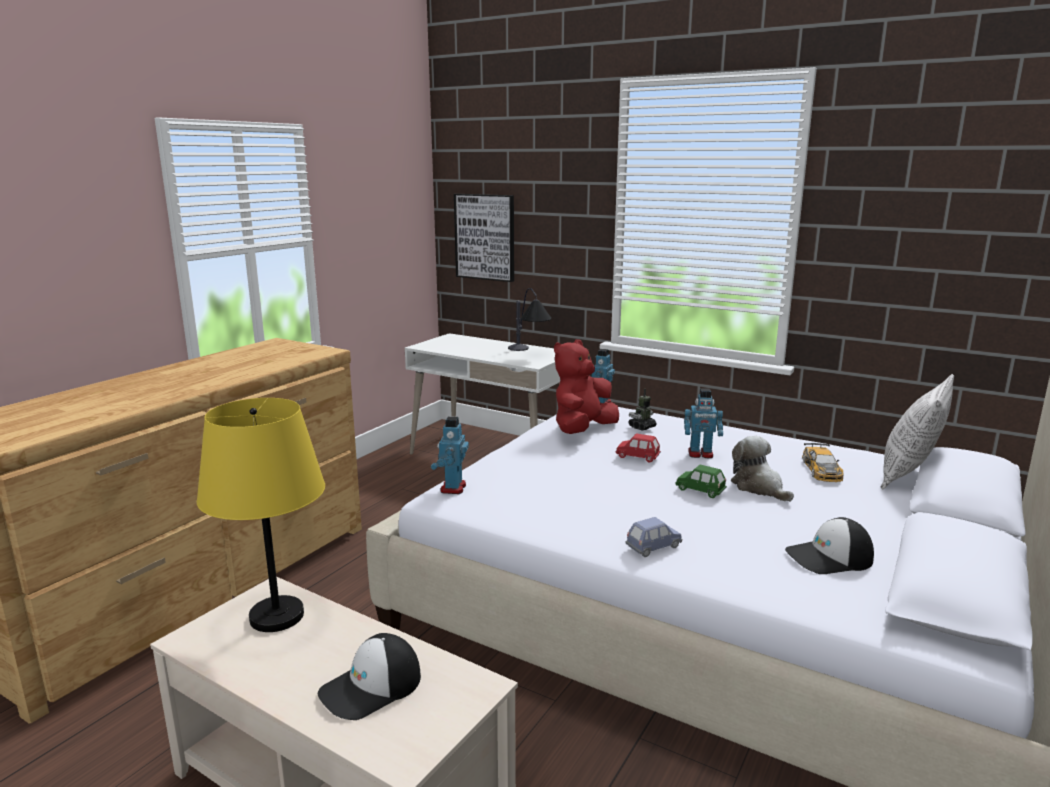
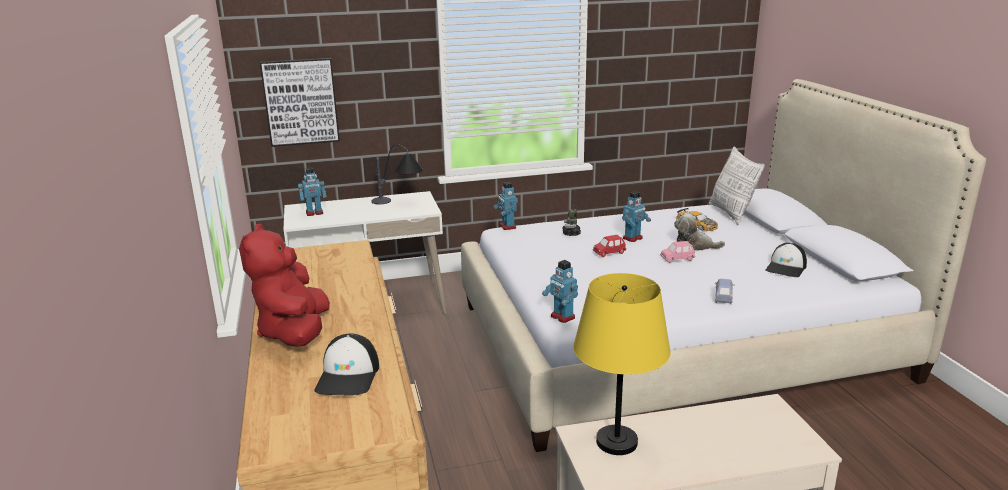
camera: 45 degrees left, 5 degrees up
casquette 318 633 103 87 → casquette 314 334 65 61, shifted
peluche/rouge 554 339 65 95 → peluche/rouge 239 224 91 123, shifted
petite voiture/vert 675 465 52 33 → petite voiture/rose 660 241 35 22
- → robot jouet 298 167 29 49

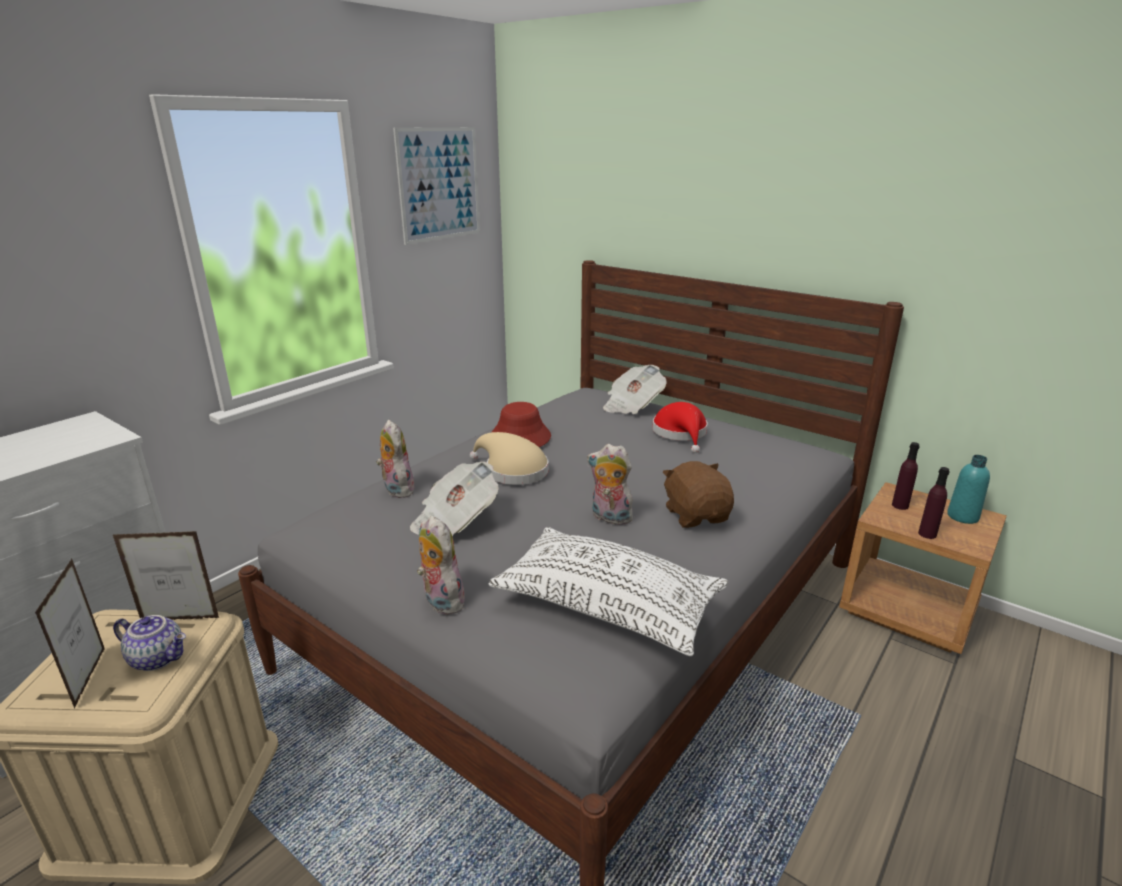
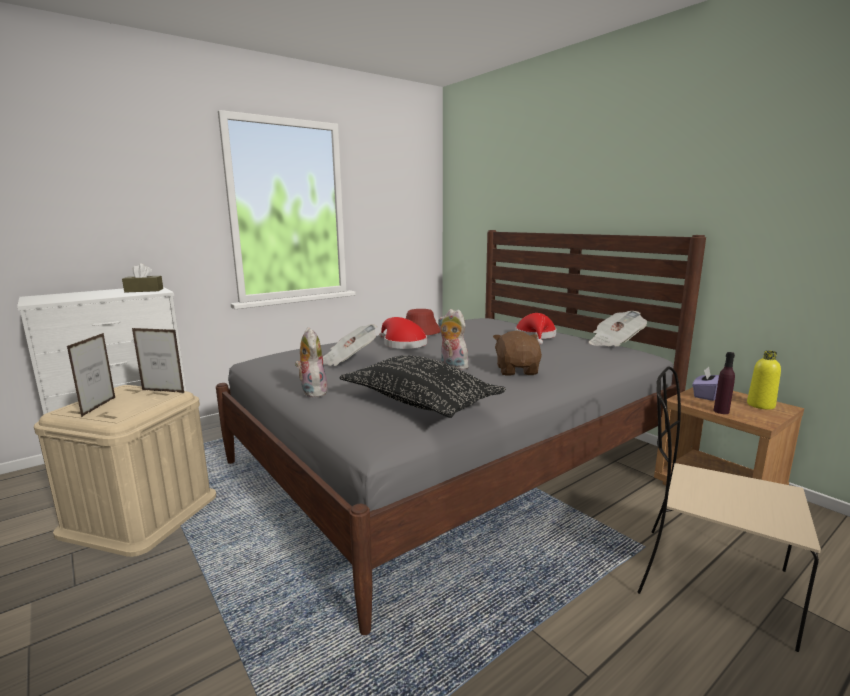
camera: 15 degrees right, 10 degrees down
théière 113 615 73 56 → -
peluche 376 420 38 78 → -
tableau 393 127 87 118 → -
chapeau/beige 470 432 79 53 → chapeau/rouge 379 317 48 32
coussin/blanc 489 527 239 129 → coussin/noir 340 355 166 63
journal 603 365 64 49 → journal 589 311 58 36, shifted
bouteille/violet 892 442 28 68 → boîte à mouchoirs/violet 692 367 27 34
bouteille/turquoise 947 455 43 69 → bouteille/jaune 747 351 34 58
- → boîte à mouchoirs/marron 122 264 41 28
- → chaise/beige 638 366 183 286

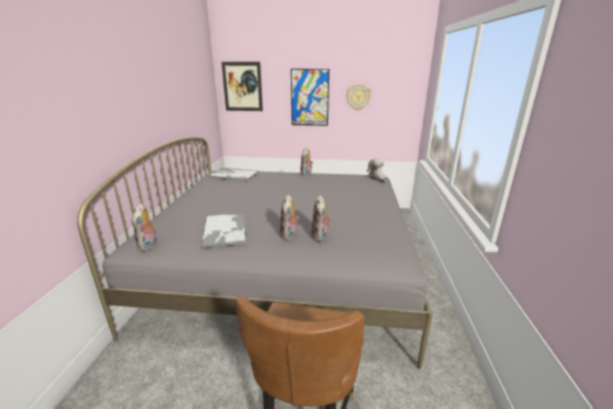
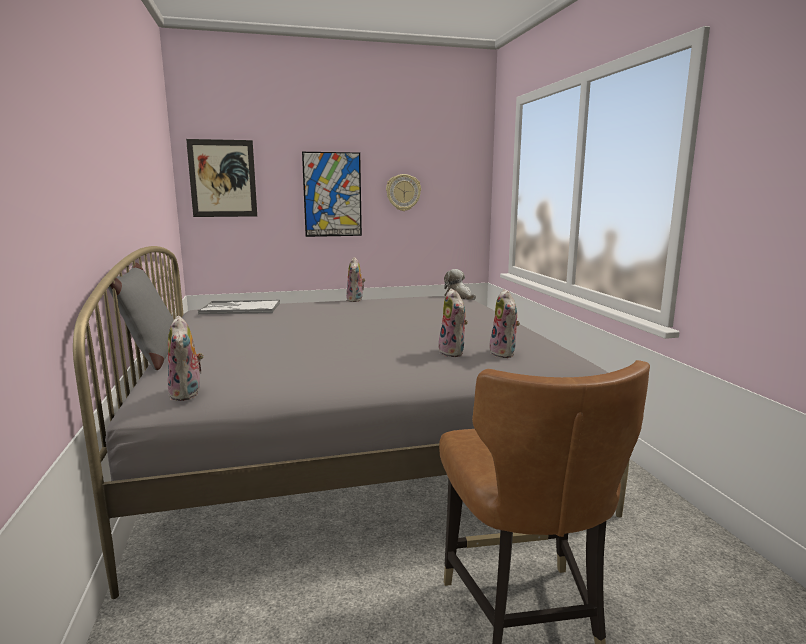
camera: 20 degrees left, 10 degrees down
plateau 200 213 47 35 → -
peluche 280 194 19 46 → peluche 490 289 30 69, shifted
- → coussin/gris 108 263 66 107

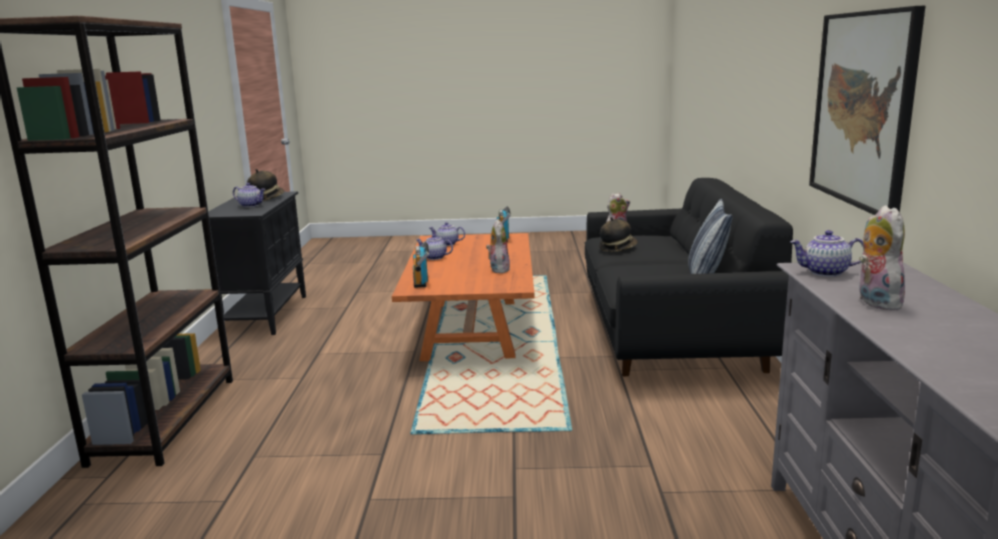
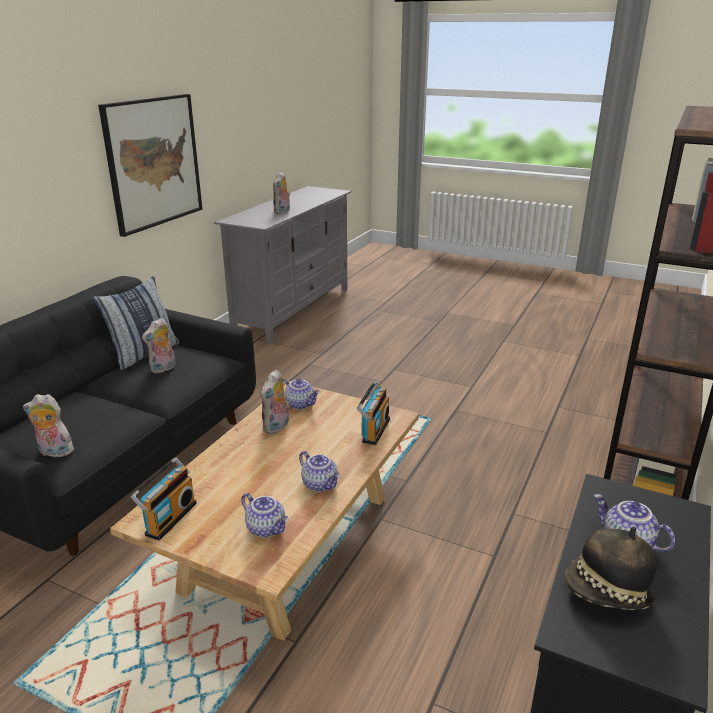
camera: 155 degrees left, 10 degrees up
table basse/orange 392 233 142 128 → table basse/beige 110 381 309 260
chapeau 599 217 38 35 → -
théière 790 230 74 47 → théière 283 379 37 31, shifted
- → peluche 142 318 34 56

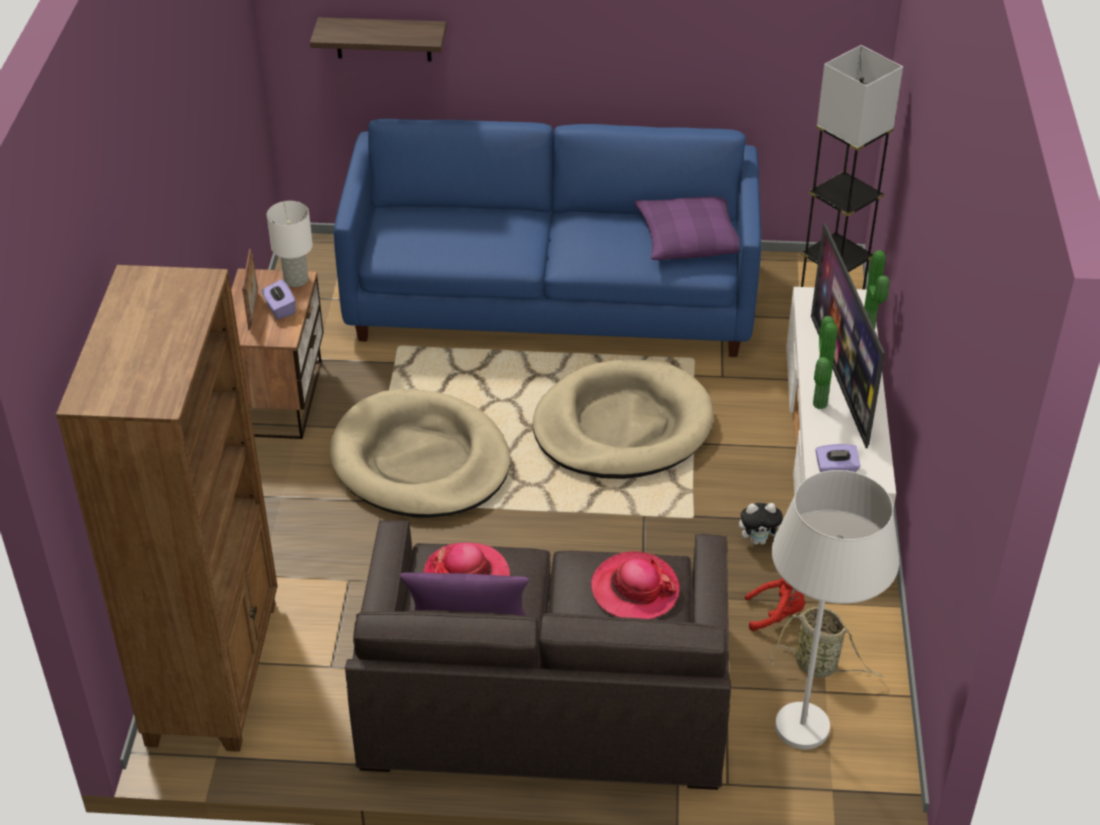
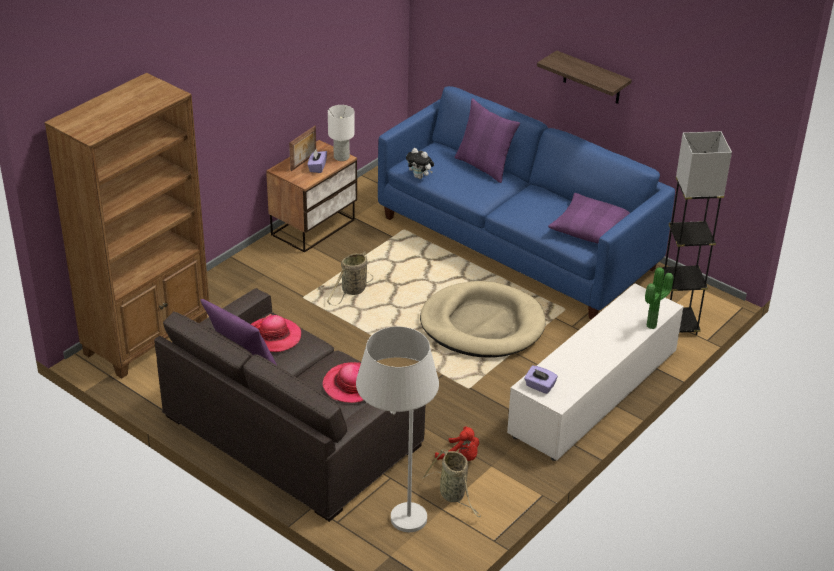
camera: 35 degrees right, 5 degrees down
étagère 310 17 137 44 → étagère 537 51 95 53, shifted
panier pour chien/beige 330 389 181 129 → panier 327 251 46 55
peluche 739 503 44 42 → peluche 406 148 28 31, shifted
téléviseur 811 223 74 225 → -
plante en pot 813 316 24 93 → -
- → coussin/violet 455 98 65 85

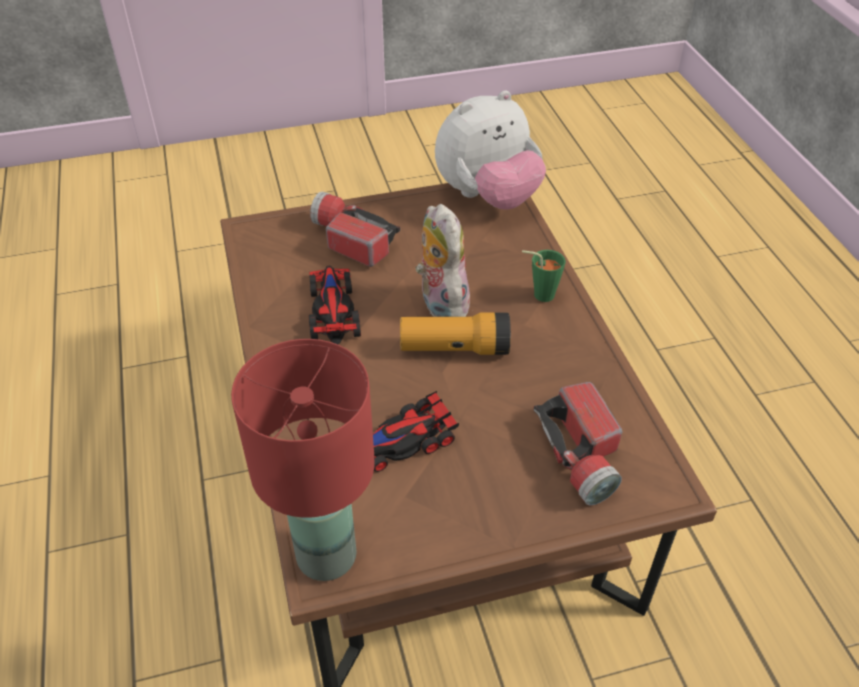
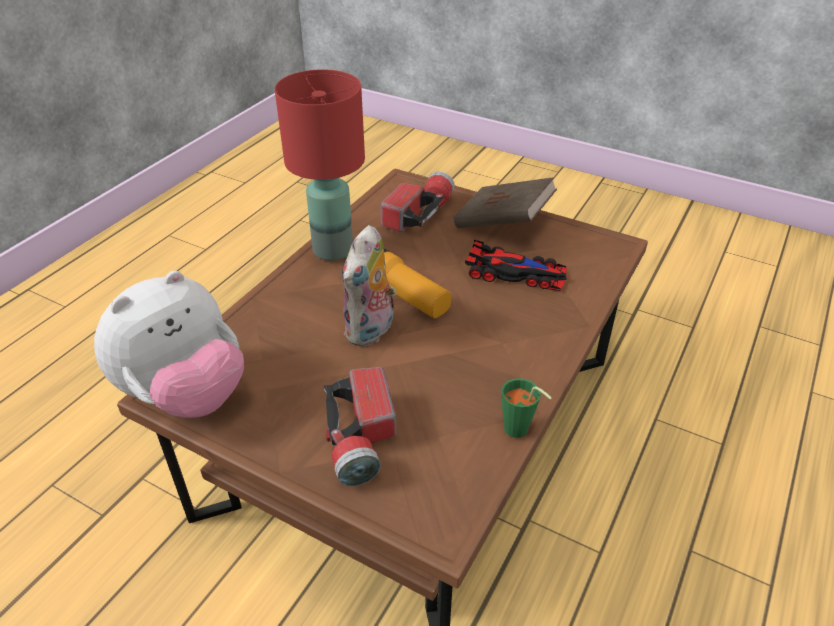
camera: 135 degrees left, 5 degrees down
lampe de table/rouge 231 339 144 242 → lampe de table/rouge 275 69 90 192, shifted
petite voiture 309 266 52 78 → -
peluche 435 91 111 119 → peluche 94 271 150 147, 120 degrees clockwise
tasse/vert 522 250 44 52 → tasse/vert 501 378 51 60, shifted
- → livre/marron 454 177 103 51

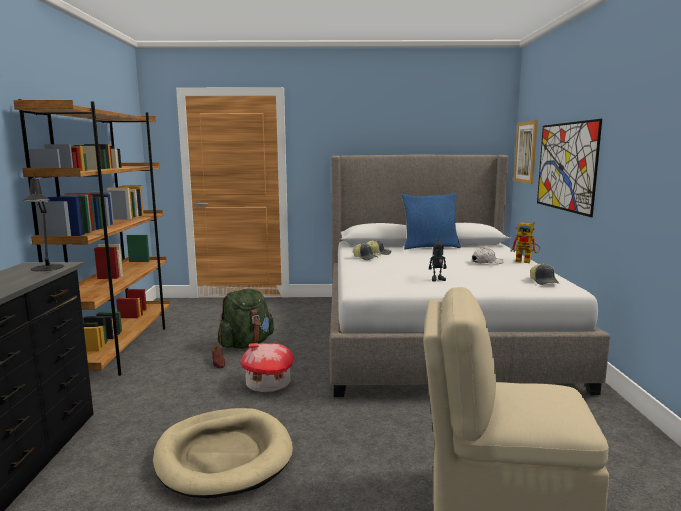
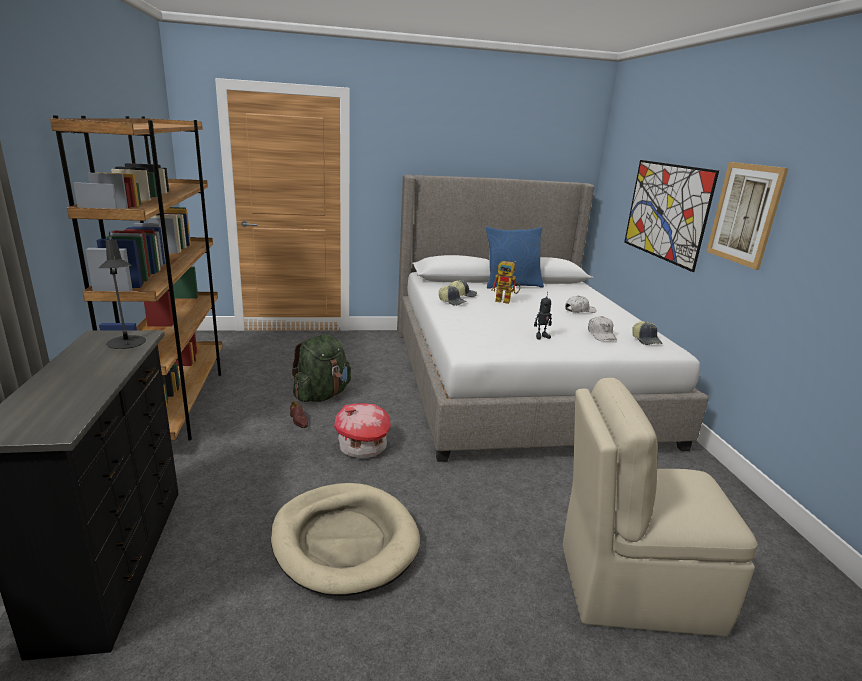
camera: 10 degrees left, 10 degrees up
robot jouet 511 222 29 41 → robot jouet 491 261 29 43, shifted
tableau 513 120 25 64 → tableau 706 162 83 108, shifted
- → casquette/blanc 588 316 29 24

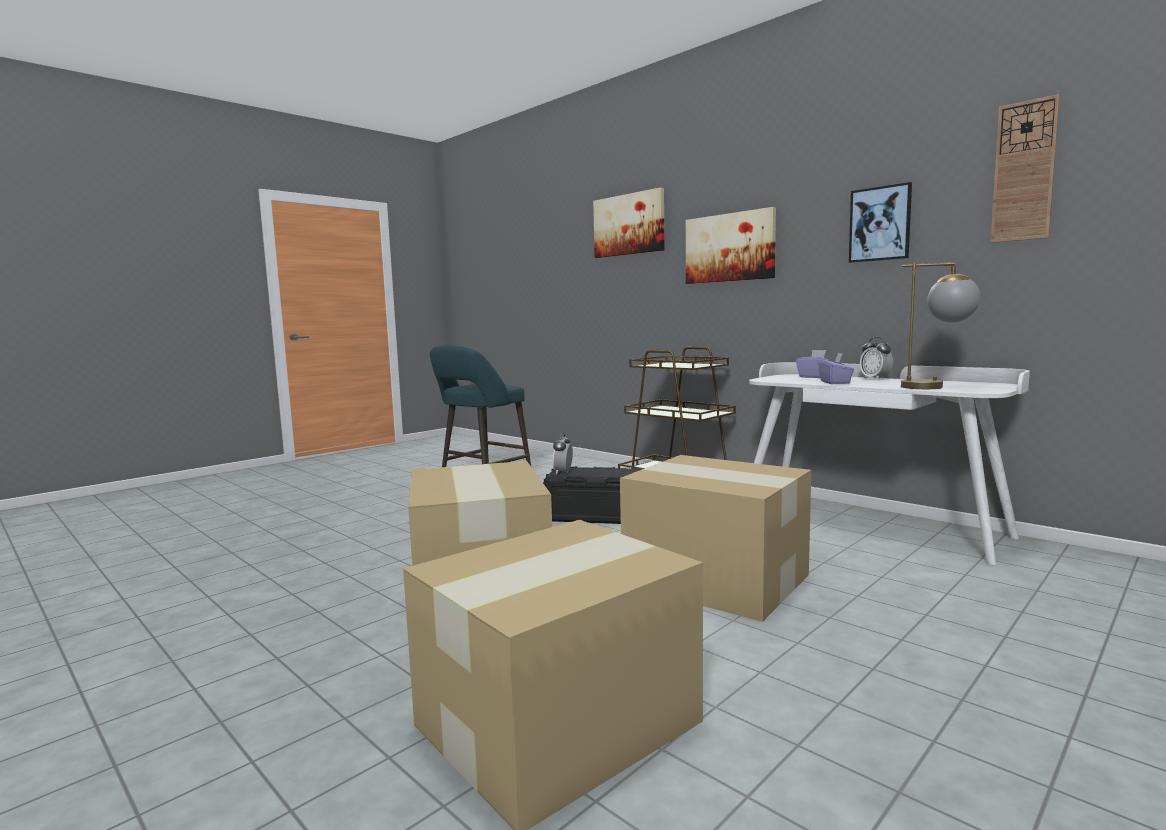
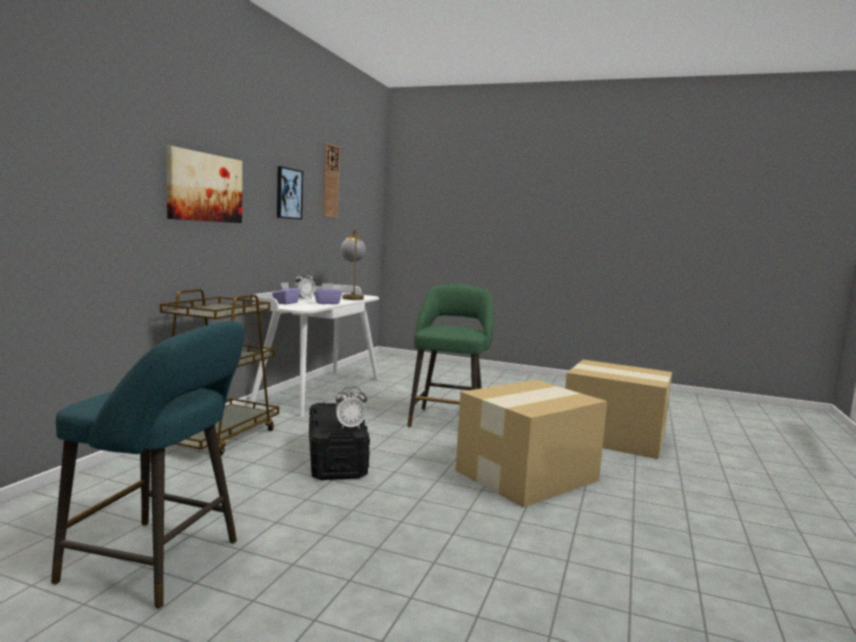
camera: 115 degrees left, 0 degrees up
tableau 593 187 72 71 → -
carton 620 455 191 167 → tabouret/vert 407 284 87 144

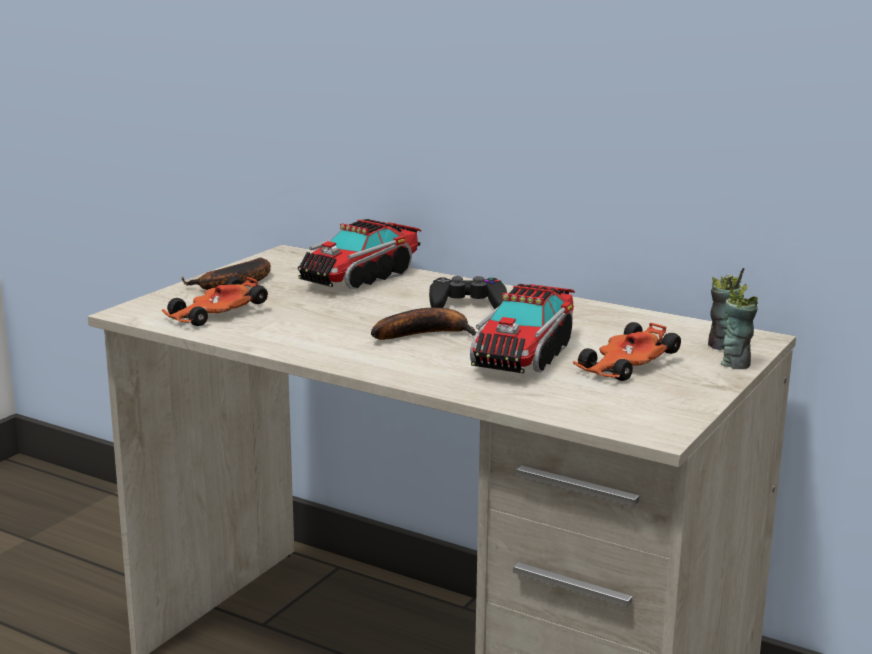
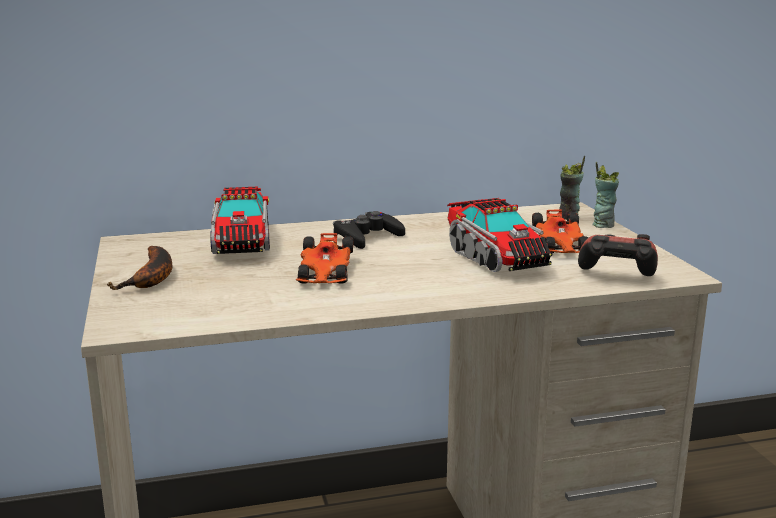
camera: 45 degrees left, 0 degrees up
petite voiture 162 277 106 49 → petite voiture 296 233 57 51, shifted
banane 371 308 109 32 → -
- → manette 578 234 80 42

